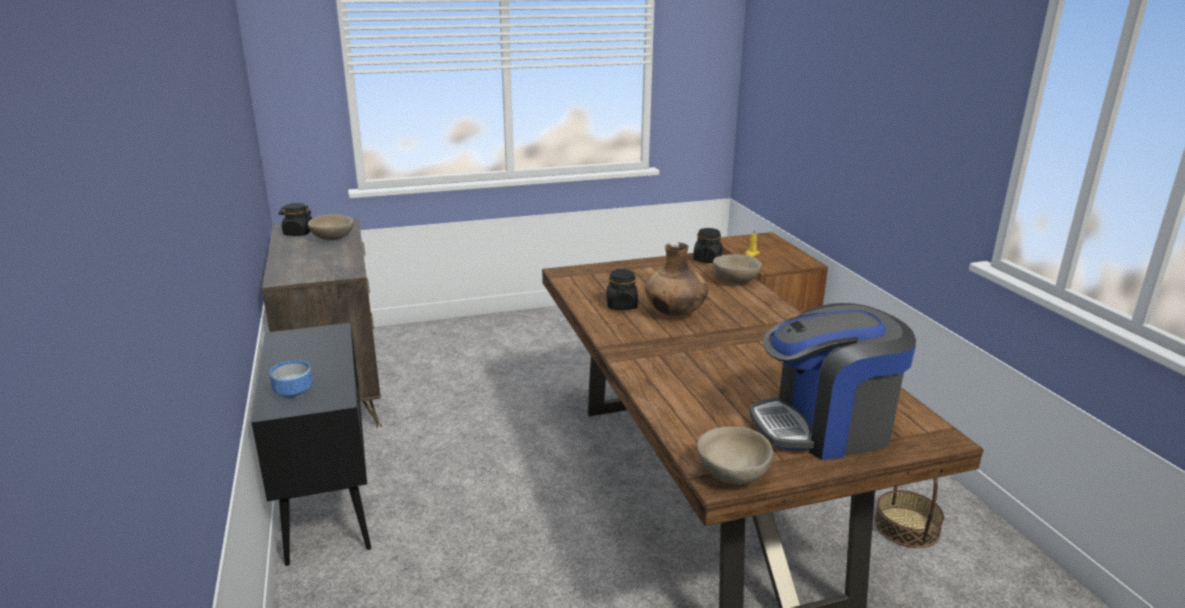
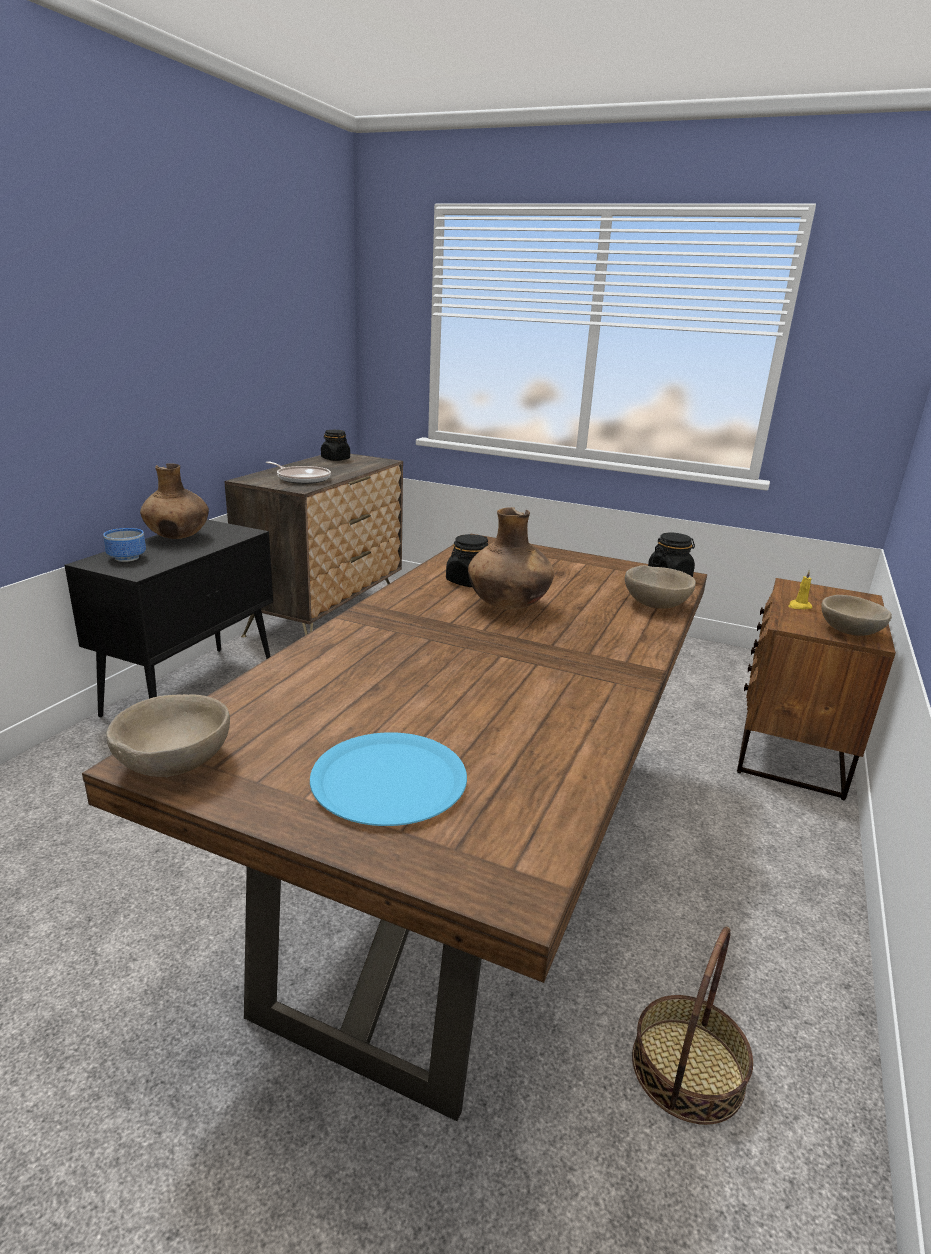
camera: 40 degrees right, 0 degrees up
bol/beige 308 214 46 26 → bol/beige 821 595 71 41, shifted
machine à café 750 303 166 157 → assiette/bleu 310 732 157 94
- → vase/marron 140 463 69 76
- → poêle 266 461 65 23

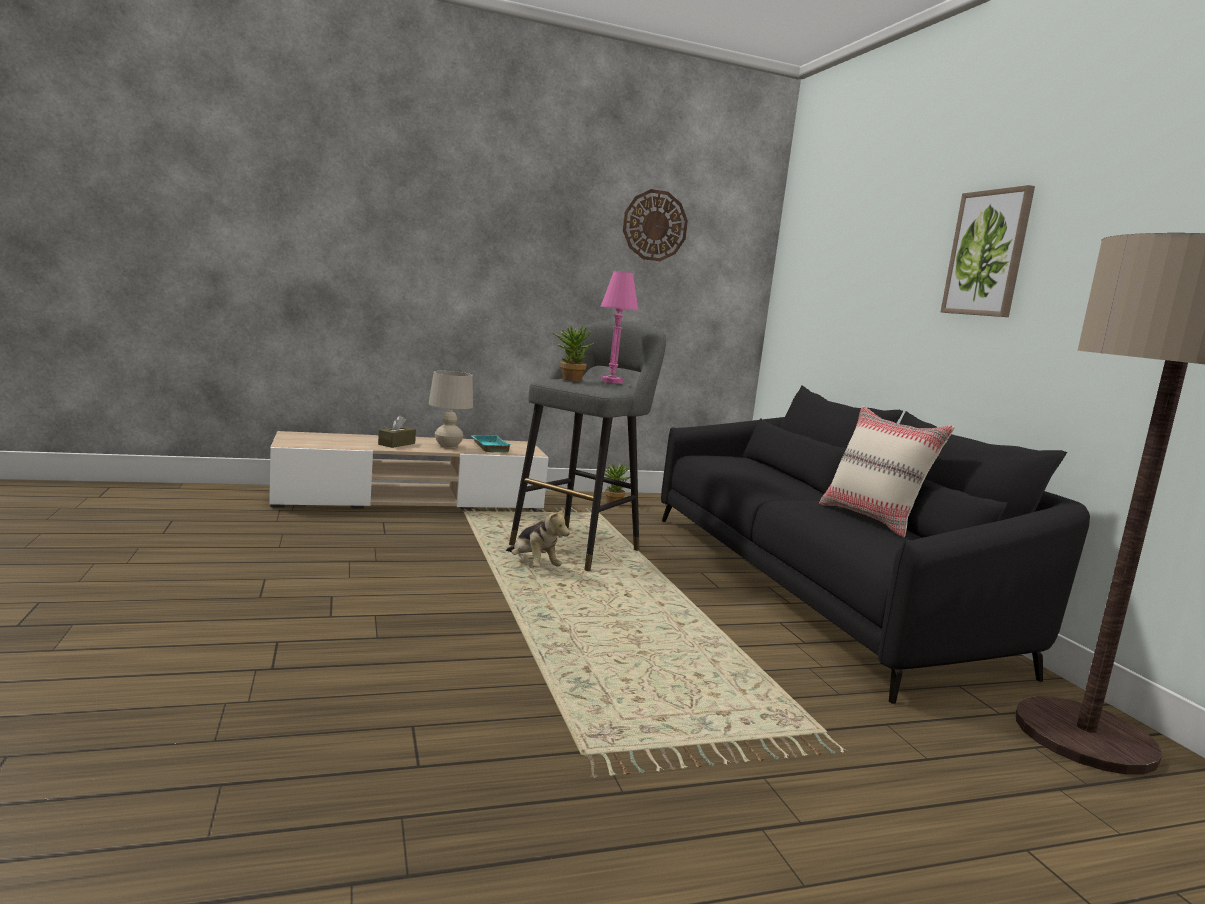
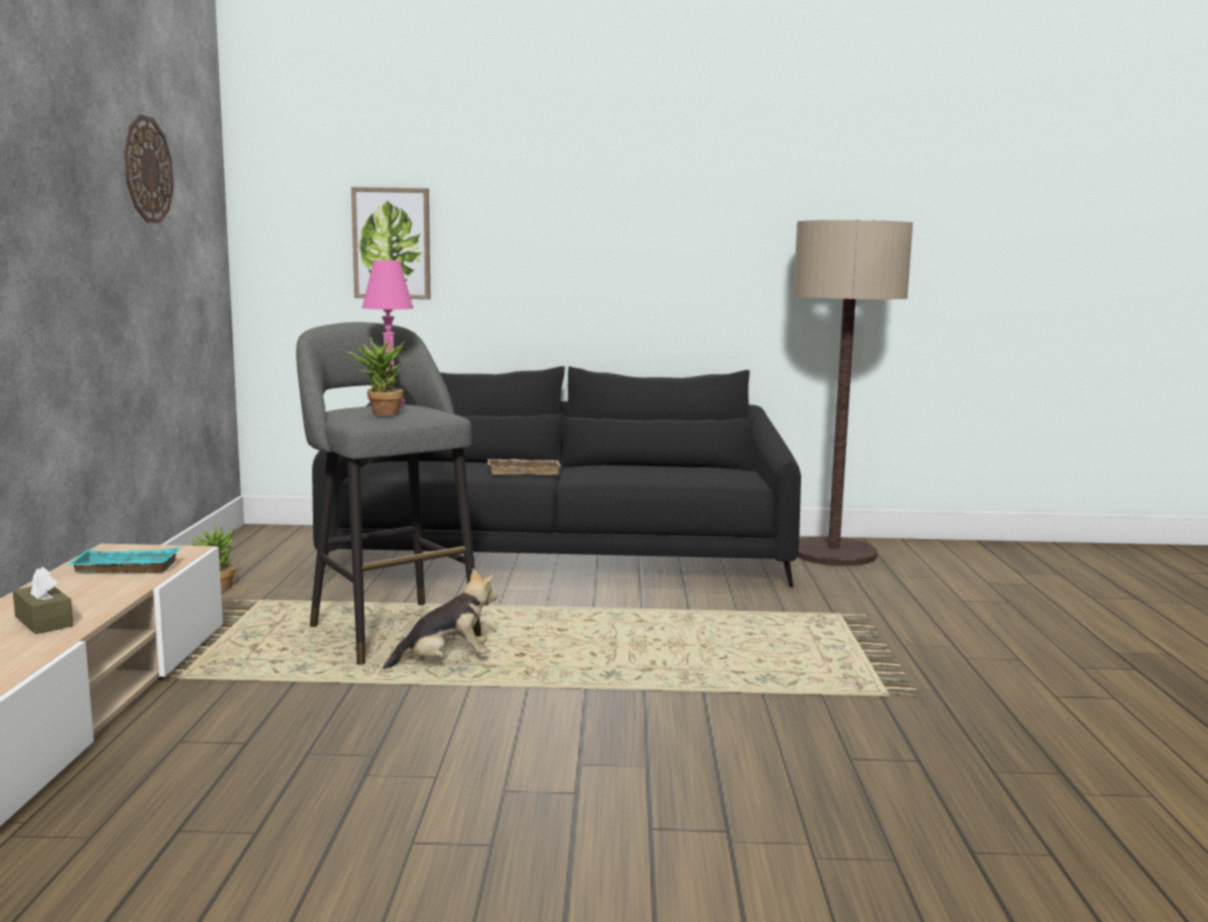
camera: 70 degrees left, 0 degrees up
lampe de table/beige 429 371 44 77 → -
coussin/beige 819 406 136 131 → -
tableau 941 185 94 132 → tableau 351 187 80 113, shifted
- → plateau/beige 487 459 74 16

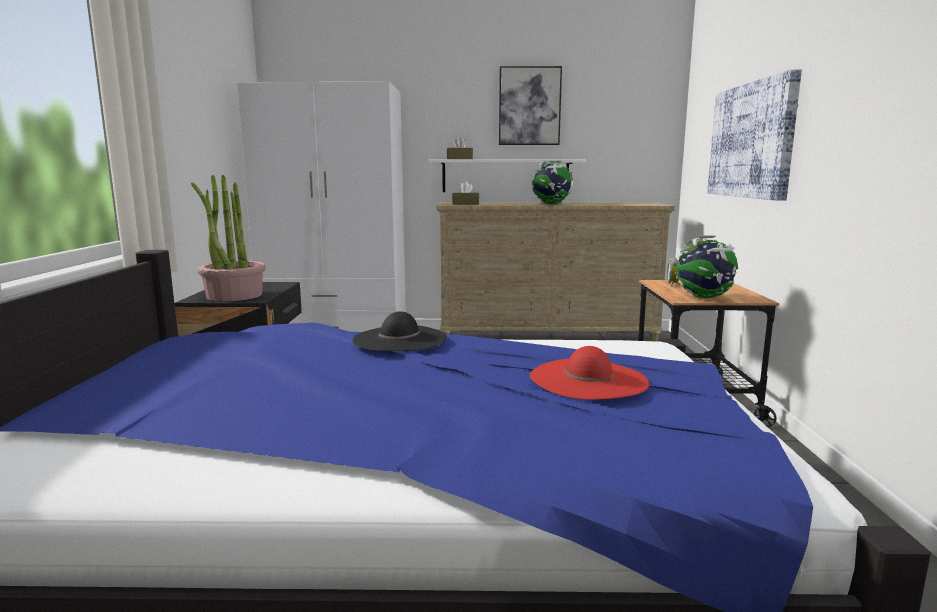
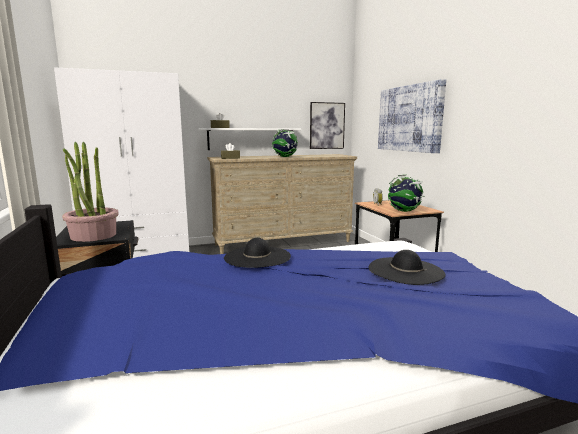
camera: 20 degrees left, 0 degrees up
tableau 499 66 63 79 → tableau 310 102 35 47, shifted
chapeau/rouge 530 346 120 54 → chapeau/noir 369 250 77 35

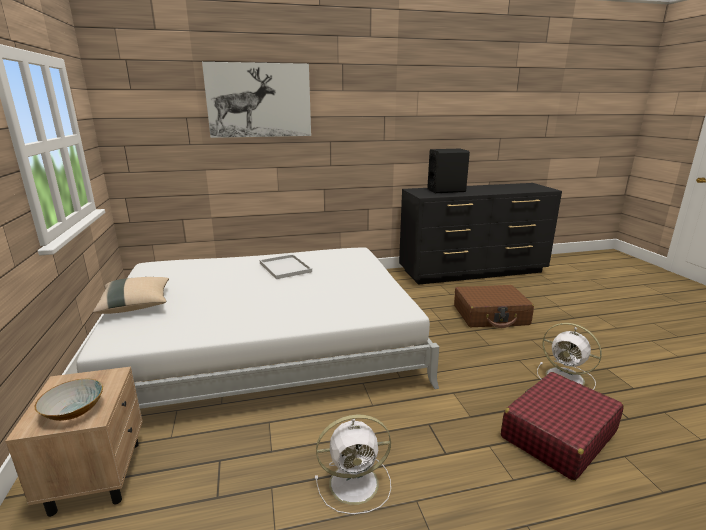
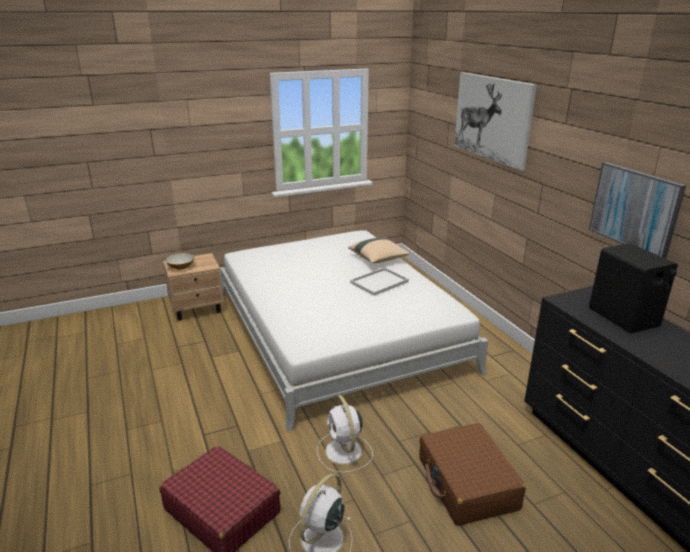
camera: 80 degrees right, 5 degrees up
coussin/beige 93 277 76 37 → coussin/beige 348 237 62 26, shifted
ventilateur/blanc 315 415 76 100 → ventilateur/blanc 317 395 56 78, shifted
- → tableau 589 162 97 97

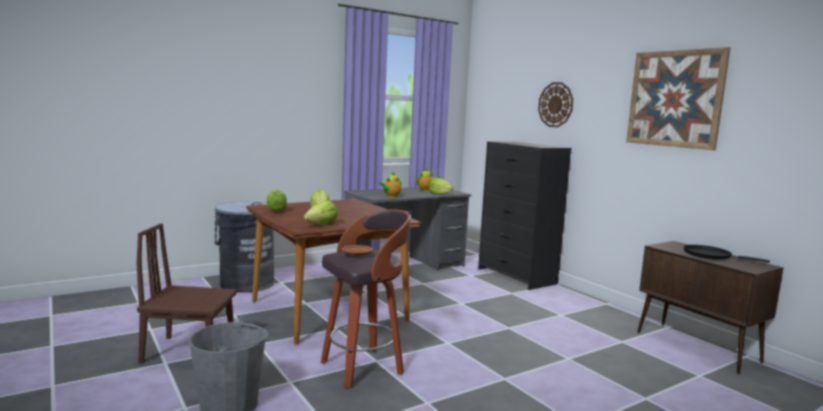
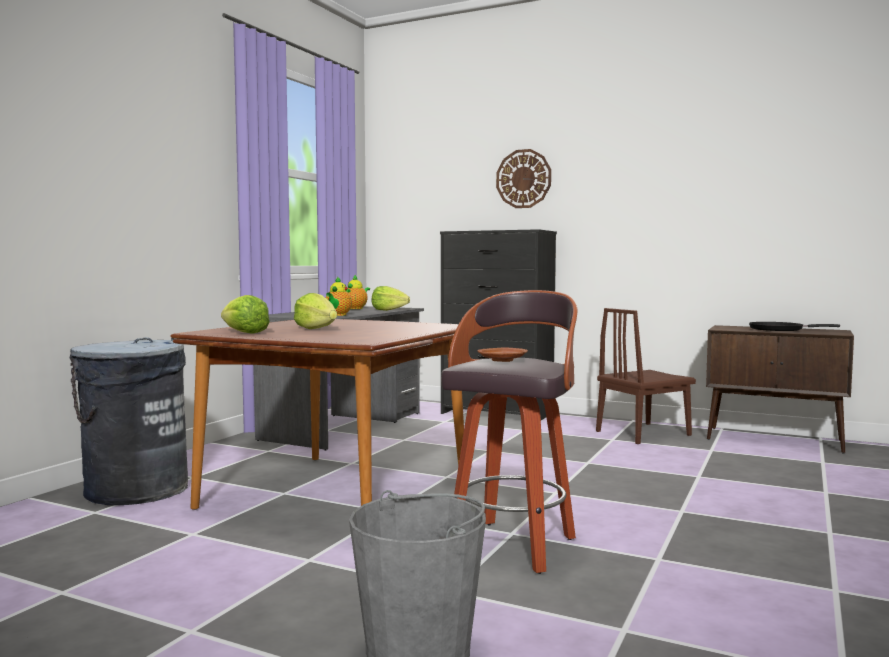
camera: 30 degrees left, 5 degrees down
chaise/marron 137 223 100 141 → chaise/marron 596 308 100 136, shifted
laitue 304 201 34 24 → -
tableau 626 47 104 103 → -

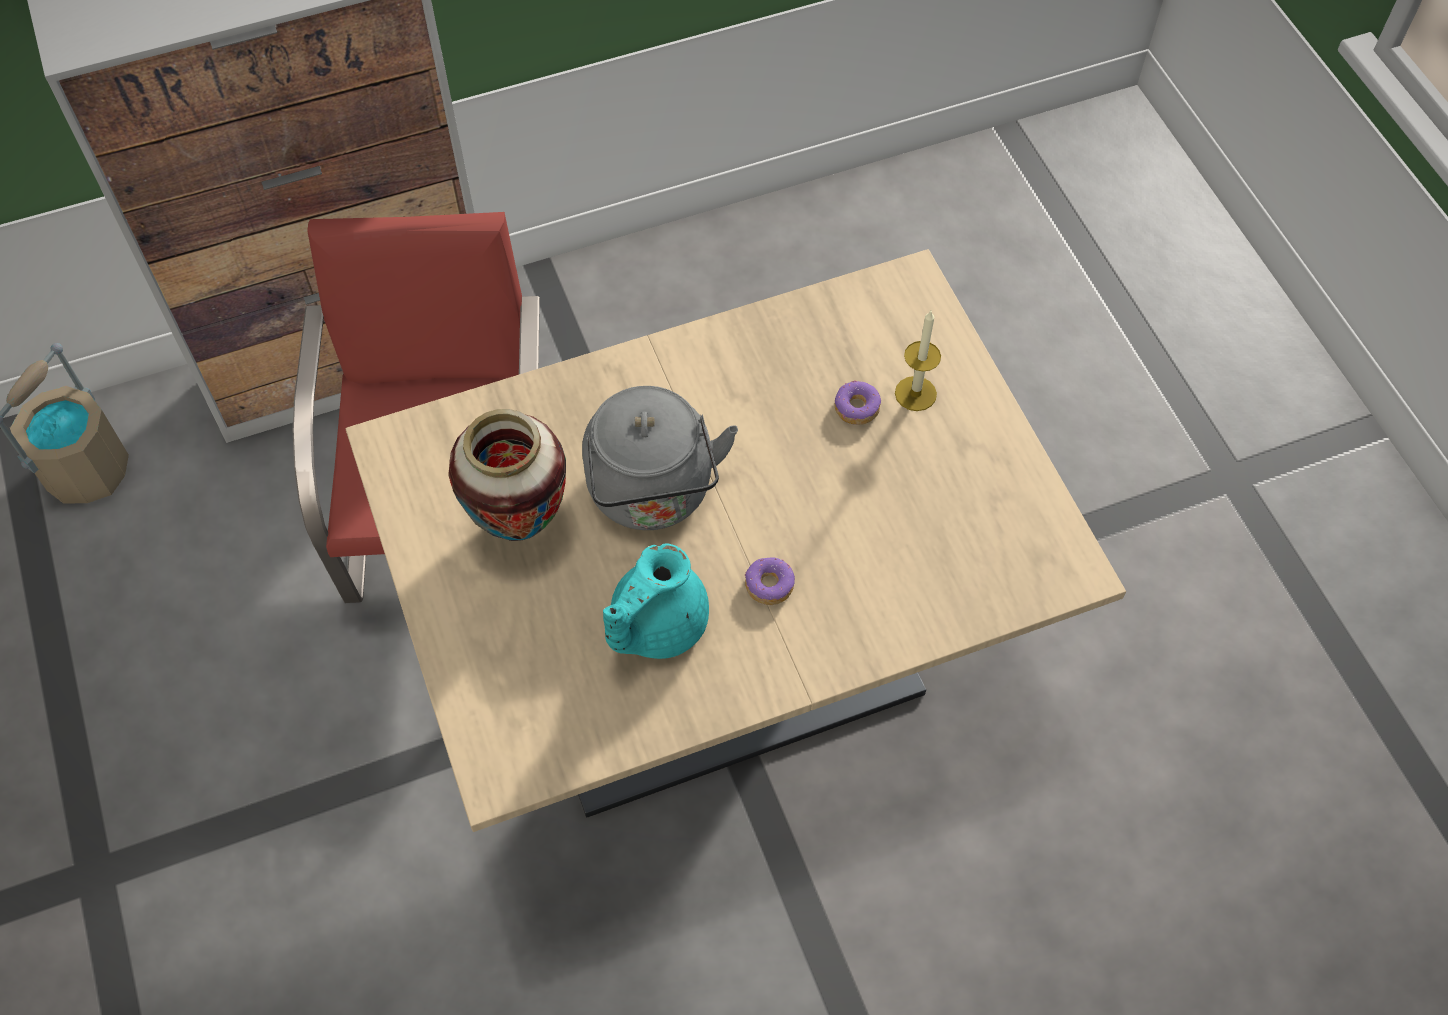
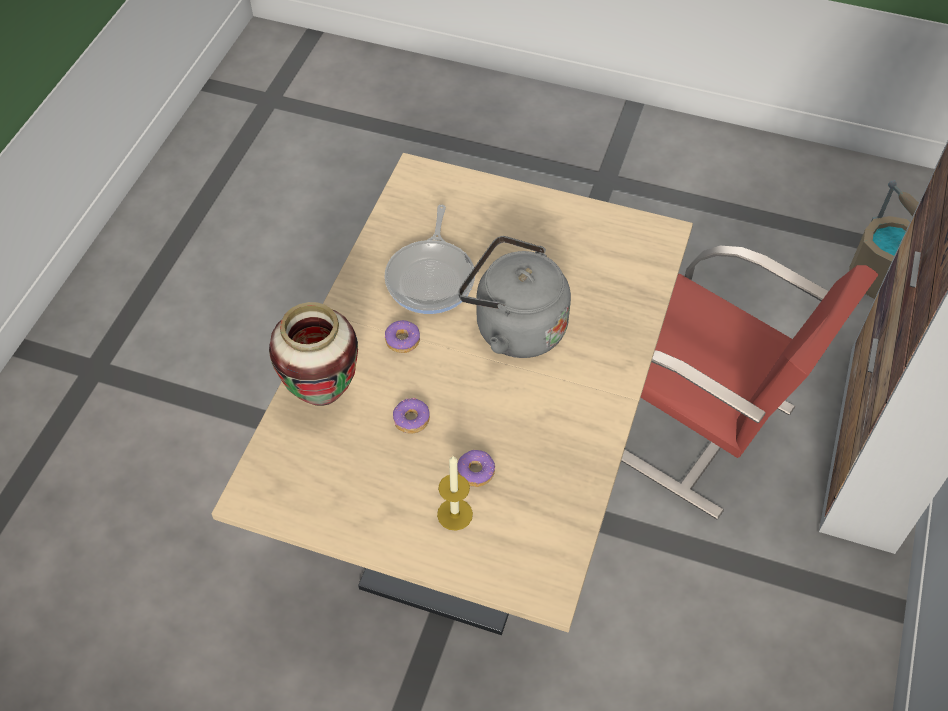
camera: 130 degrees right, 5 degrees down
vase 448 409 118 132 → vase 269 302 89 104, shifted
théière/turquoise 603 543 106 116 → poêle 384 205 91 109
- → beignet 393 398 37 36

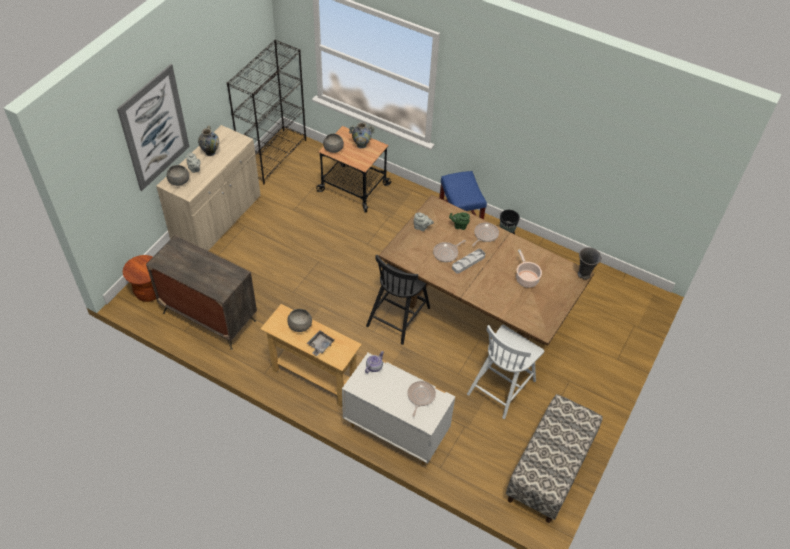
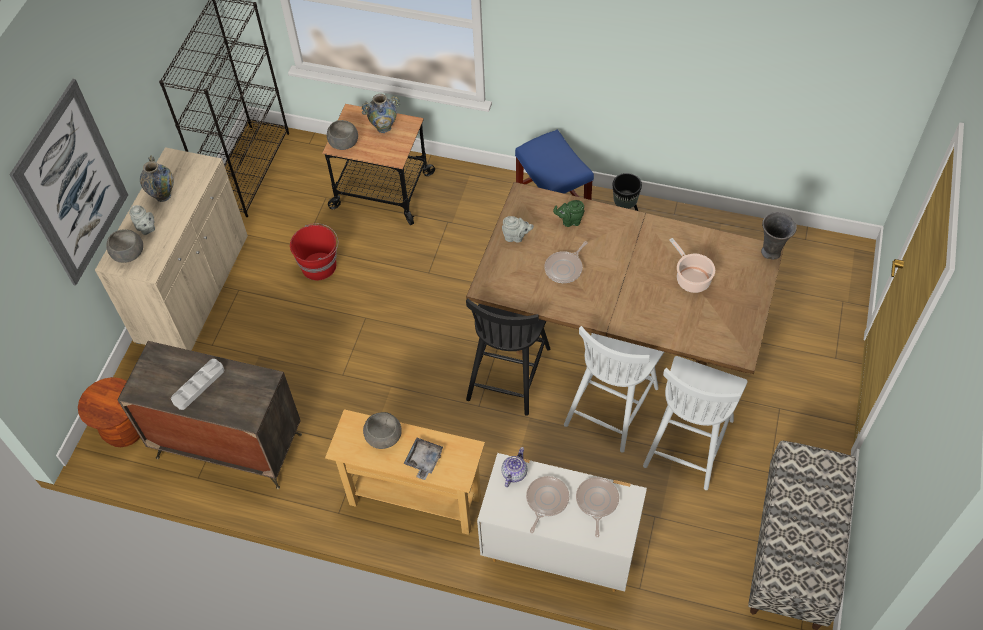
camera: 10 degrees left, 5 degrees up
plateau/gris 452 249 33 25 → plateau/gris 171 359 53 51, shifted
poêle 472 223 27 23 → poêle 526 476 43 57, shifted
- → seau/rouge 290 223 48 57
- → chaise/blanc 564 326 100 127

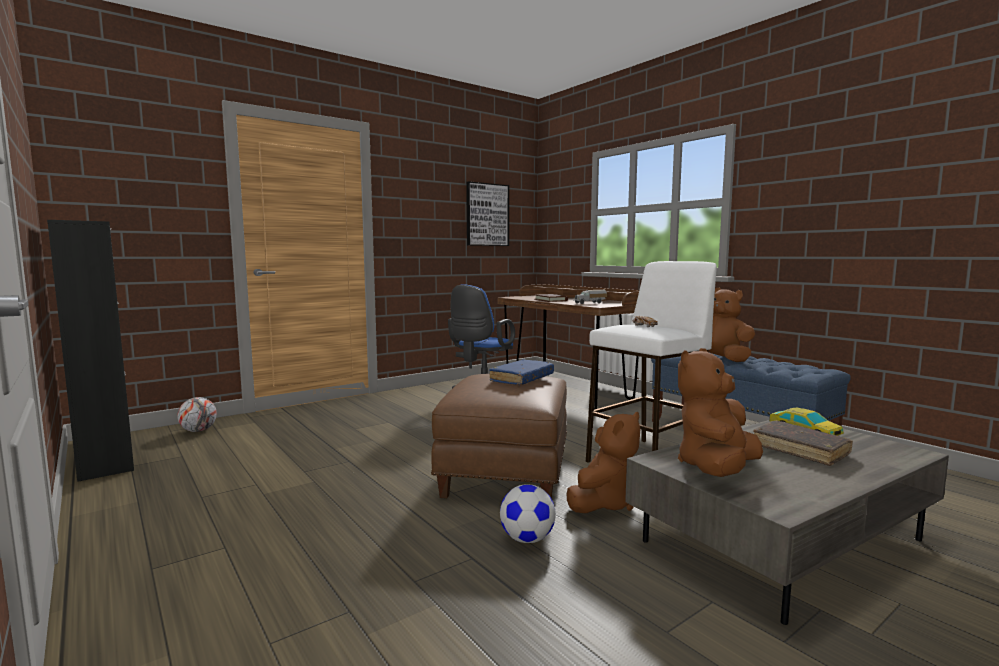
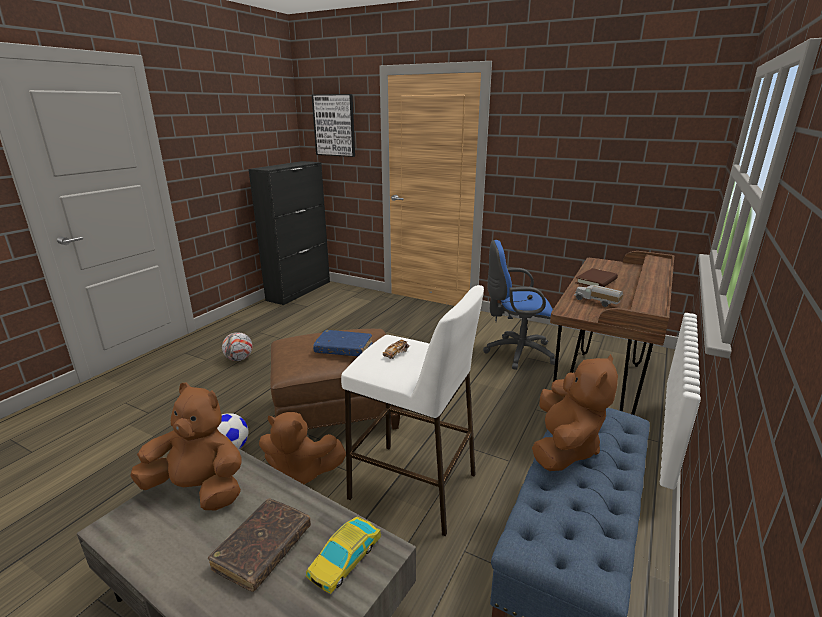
camera: 65 degrees right, 15 degrees up
ballon de foot 177 397 40 35 → ballon de foot 222 332 31 29, shifted
tableau 466 181 43 65 → tableau 312 94 43 63, shifted

